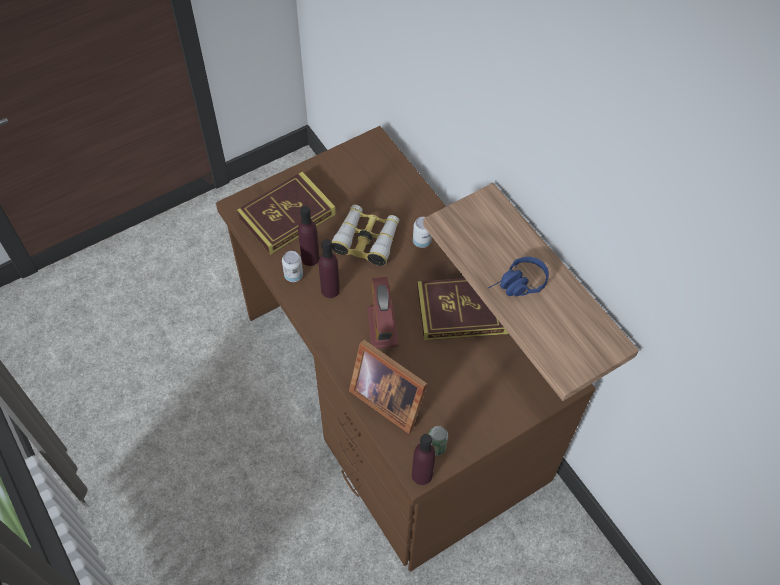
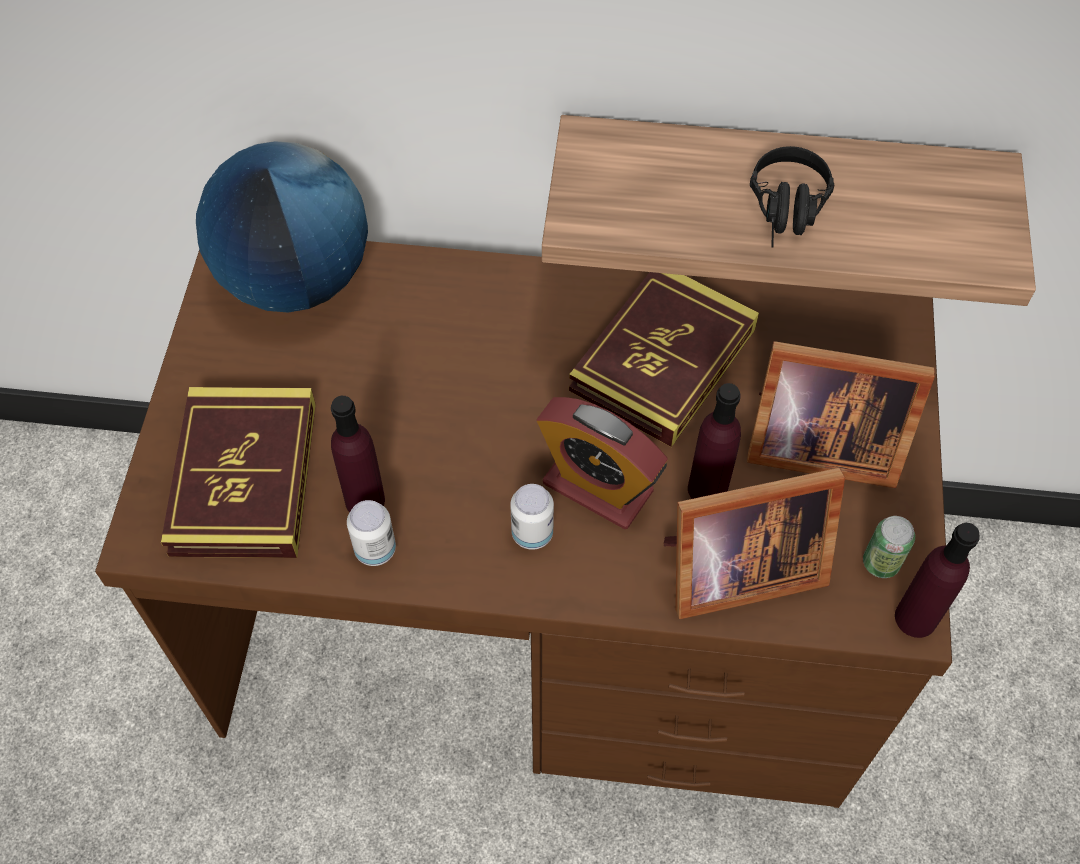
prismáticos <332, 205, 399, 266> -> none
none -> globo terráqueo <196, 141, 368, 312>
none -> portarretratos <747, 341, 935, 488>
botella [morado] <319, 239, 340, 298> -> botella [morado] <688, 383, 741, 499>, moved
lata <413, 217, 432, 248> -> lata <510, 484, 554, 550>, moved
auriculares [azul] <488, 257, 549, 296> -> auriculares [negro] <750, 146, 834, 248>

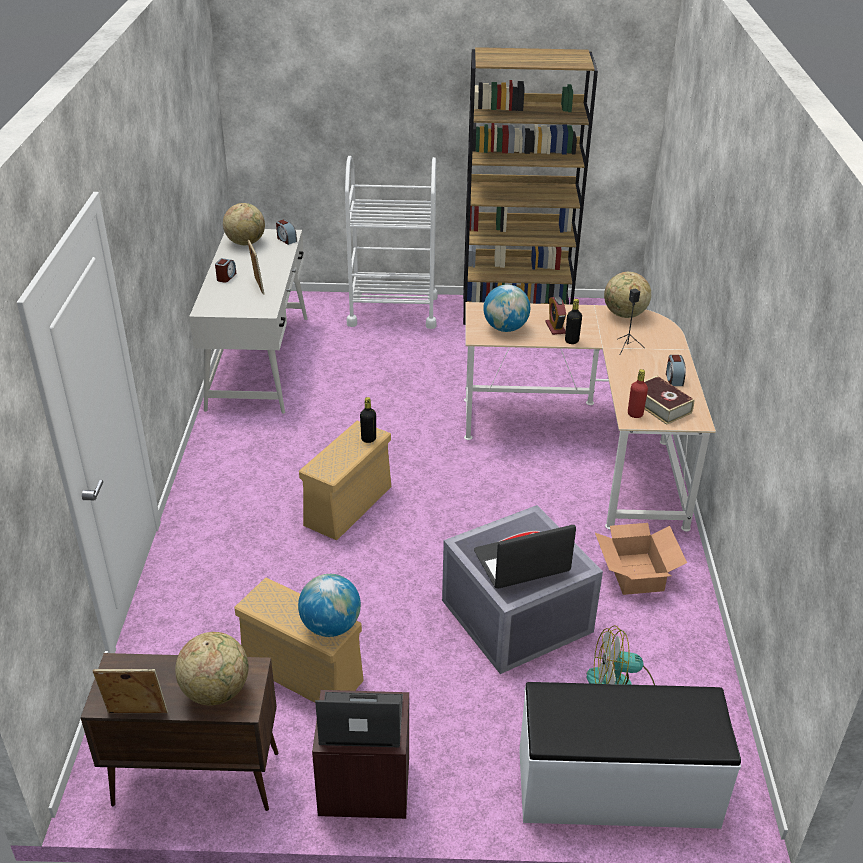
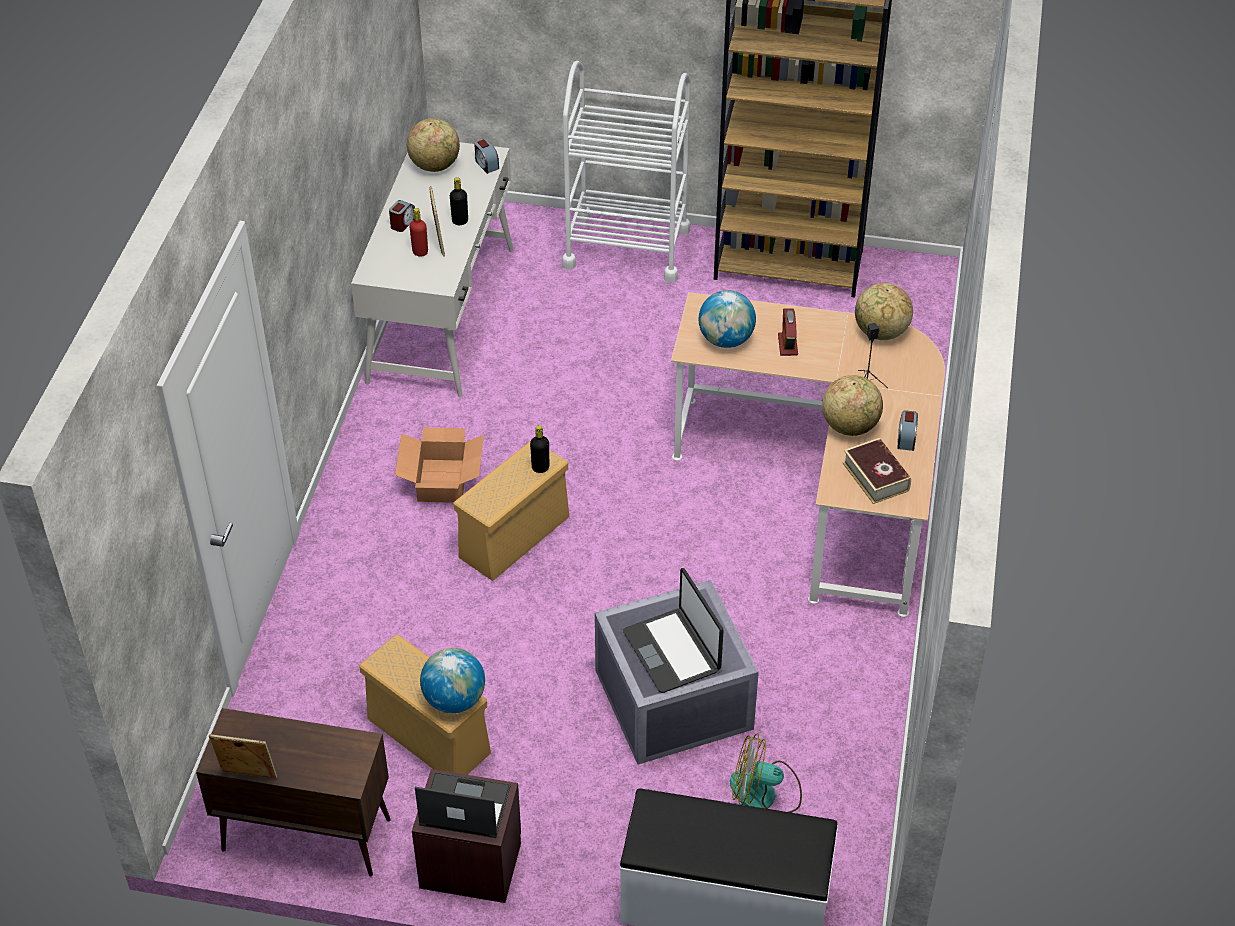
globo terráqueo <175, 632, 249, 705> -> globo terráqueo <822, 375, 883, 436>, moved
botella [negro] <565, 299, 582, 344> -> botella [negro] <450, 177, 468, 225>, moved
caja de cartón <595, 523, 687, 595> -> caja de cartón <395, 427, 484, 503>, moved
botella [rojo] <628, 369, 648, 418> -> botella [rojo] <409, 208, 428, 257>, moved
portátil <474, 525, 576, 589> -> portátil <623, 568, 723, 693>, 105 degrees counterclockwise

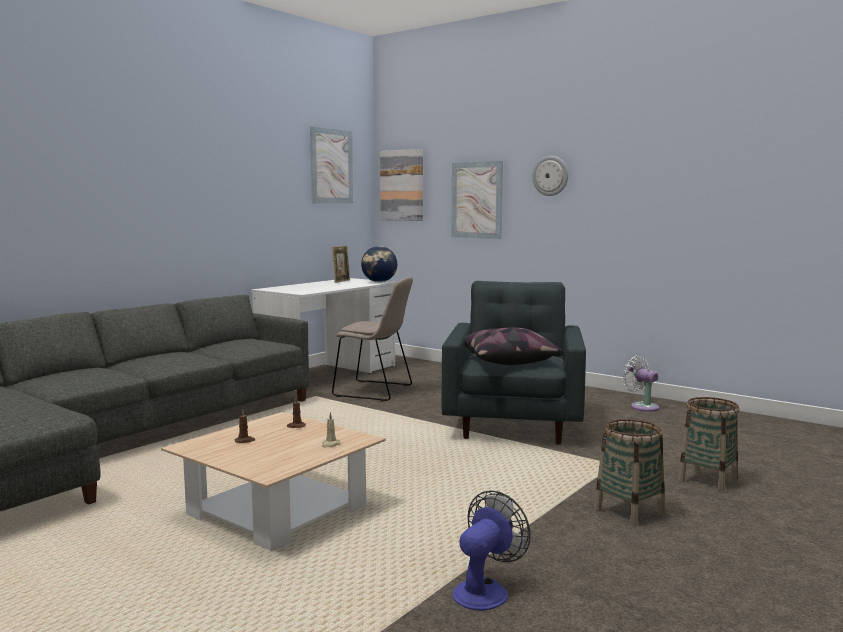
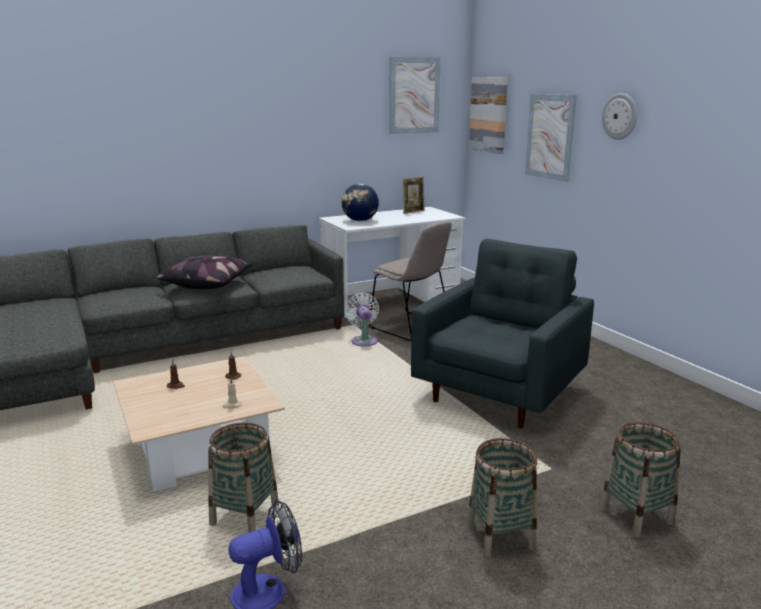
none -> cesta <209, 423, 279, 533>
globo terráqueo <361, 246, 397, 282> -> globo terráqueo <342, 184, 379, 221>, moved
cojín <465, 328, 563, 365> -> cojín <156, 255, 253, 289>, moved
ventilador [blanco] <623, 356, 660, 412> -> ventilador [blanco] <345, 293, 379, 346>, moved

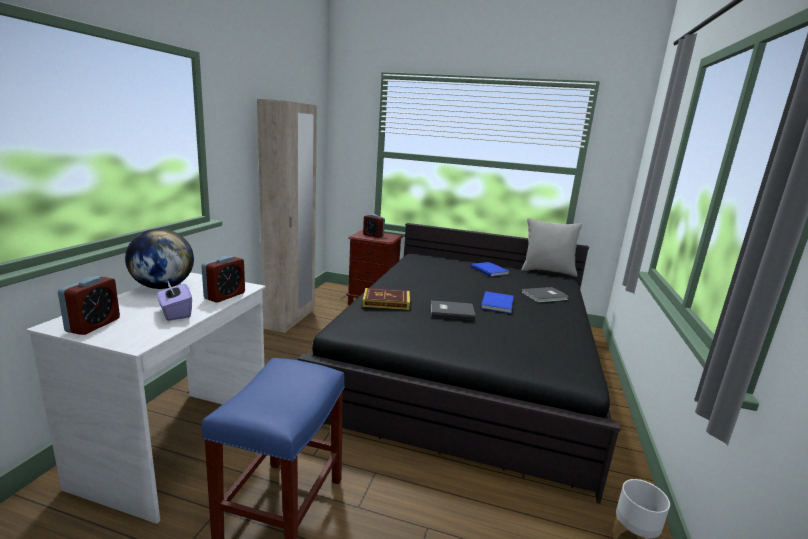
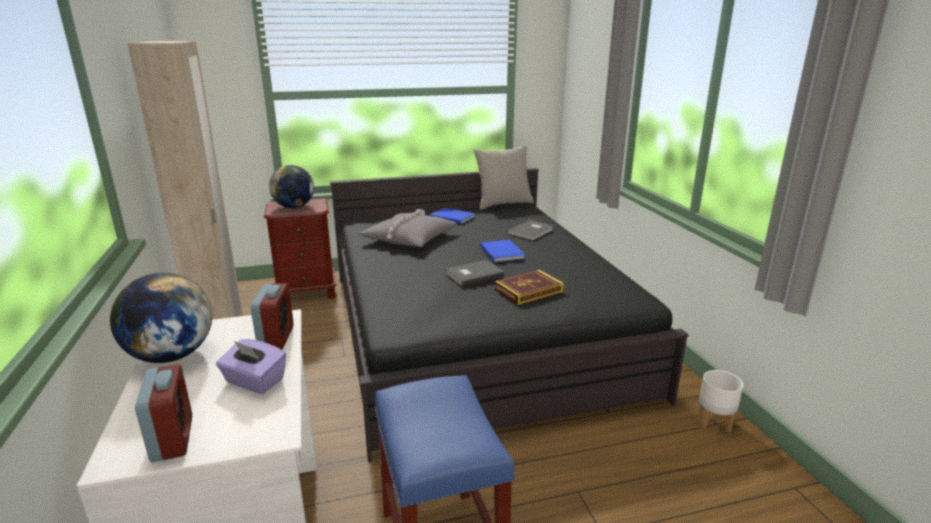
none -> cojín [gris] <359, 209, 457, 247>
libro <362, 288, 410, 310> -> libro <494, 270, 564, 305>, moved
despertador <363, 214, 385, 238> -> globo terráqueo <269, 165, 314, 208>

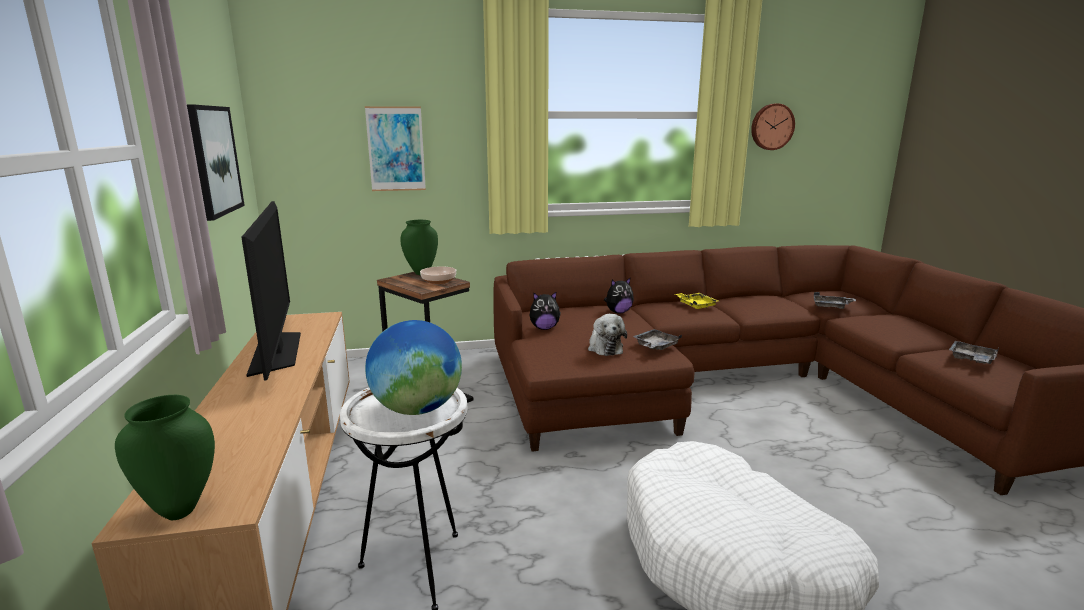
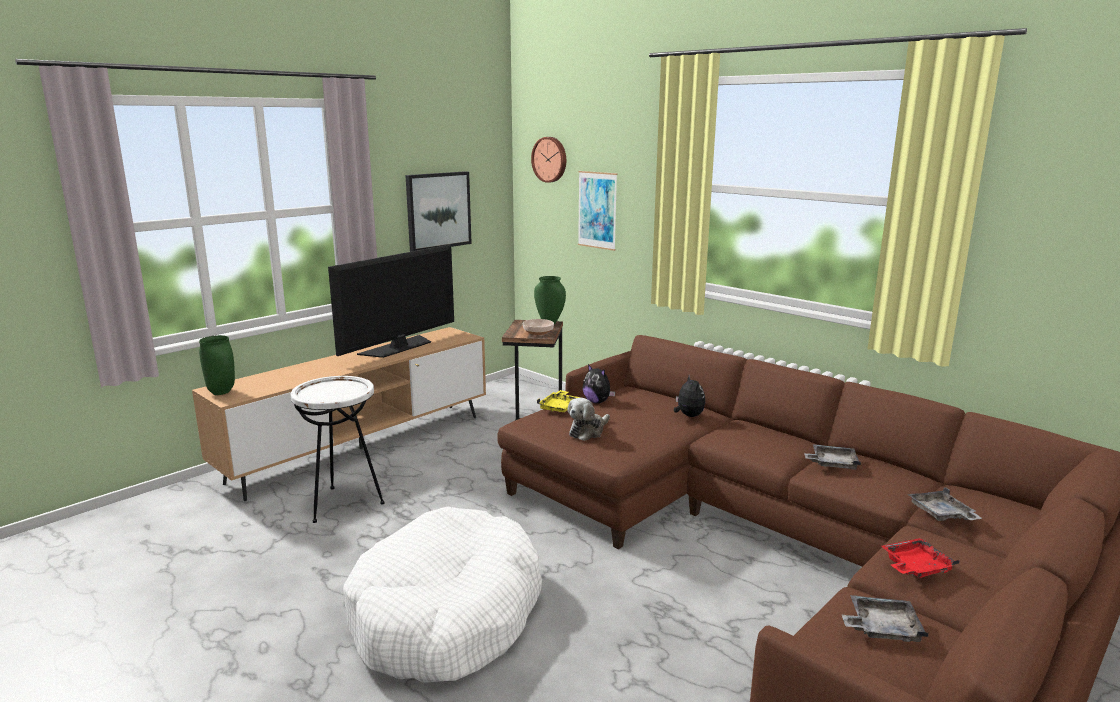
globo terráqueo <365, 320, 462, 415> -> none
none -> bandeja [rojo] <881, 538, 960, 578>
bandeja [gris] <633, 329, 682, 350> -> bandeja [gris] <804, 444, 861, 470>, moved
bandeja [amarillo] <675, 293, 718, 309> -> bandeja [amarillo] <537, 390, 581, 412>, moved
reloj de pared <751, 103, 795, 150> -> reloj de pared <531, 137, 566, 183>, moved
peluche <604, 277, 634, 314> -> peluche <674, 375, 705, 417>, 135 degrees counterclockwise

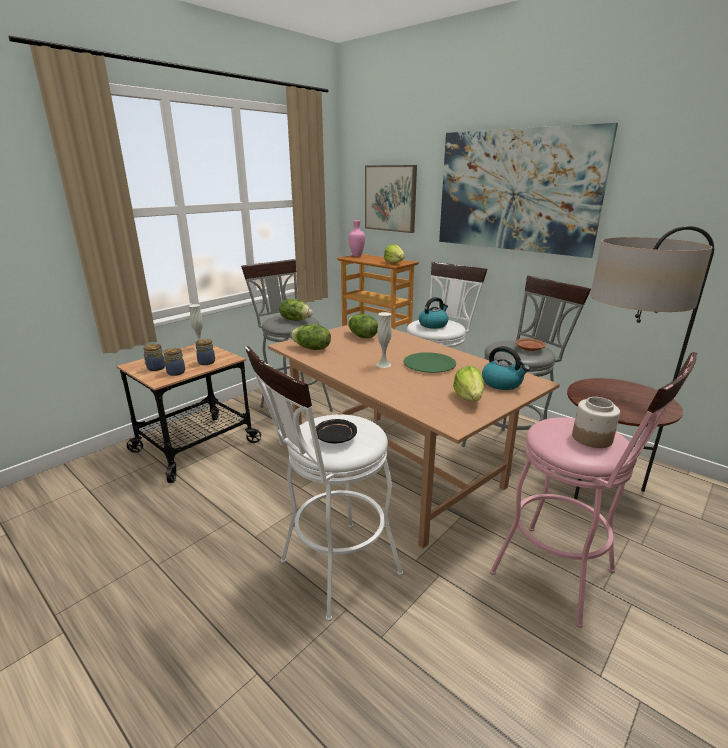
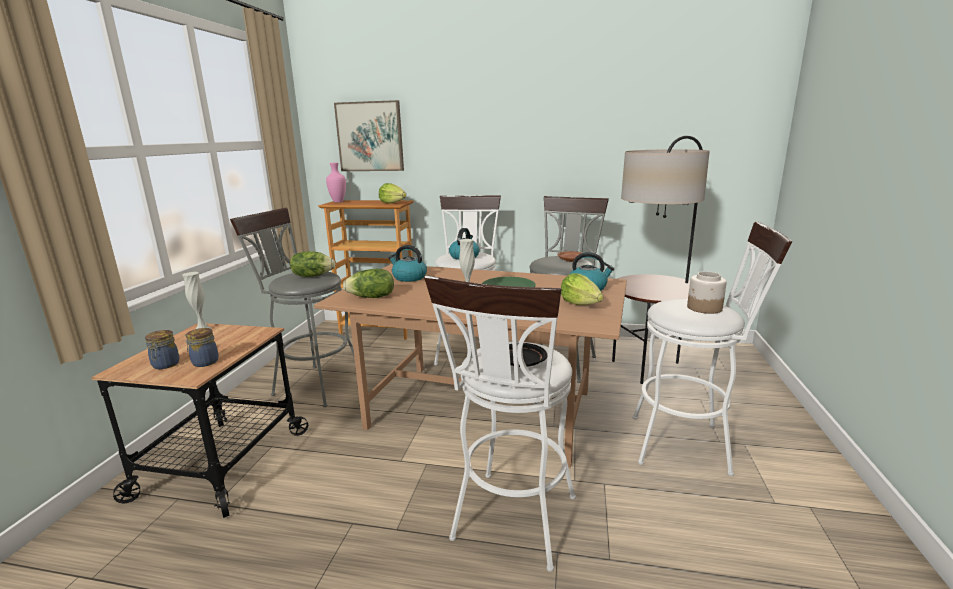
tarro <195, 339, 215, 365> -> none
cuadro <439, 123, 618, 258> -> none
lechuga <348, 314, 378, 338> -> hervidor <388, 245, 427, 282>
taburete [rosa] <490, 352, 697, 628> -> taburete [blanco] <633, 221, 792, 476>

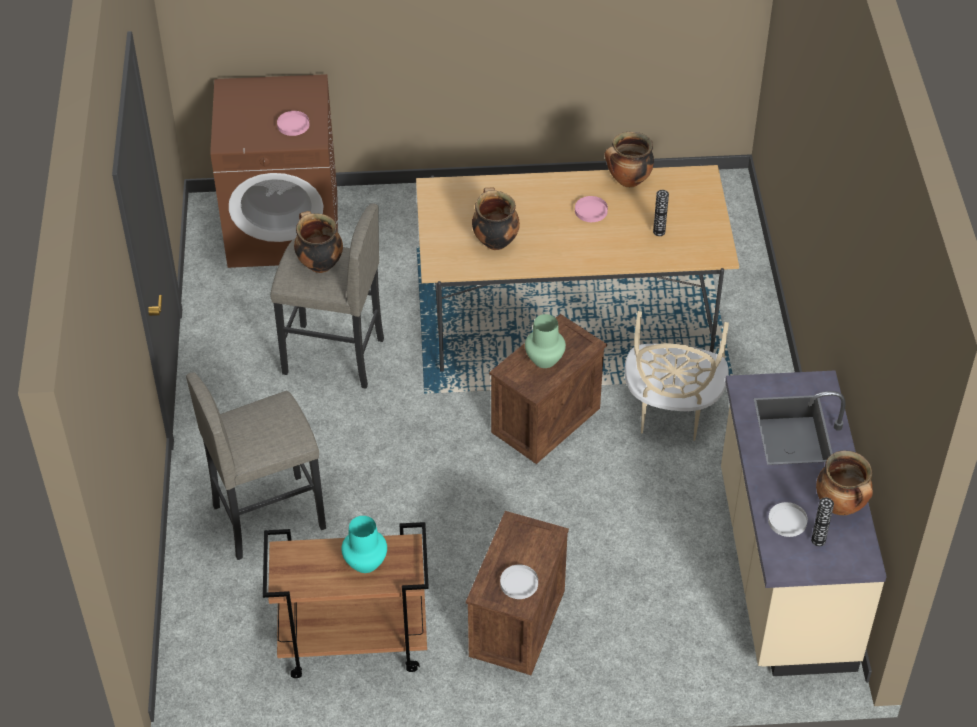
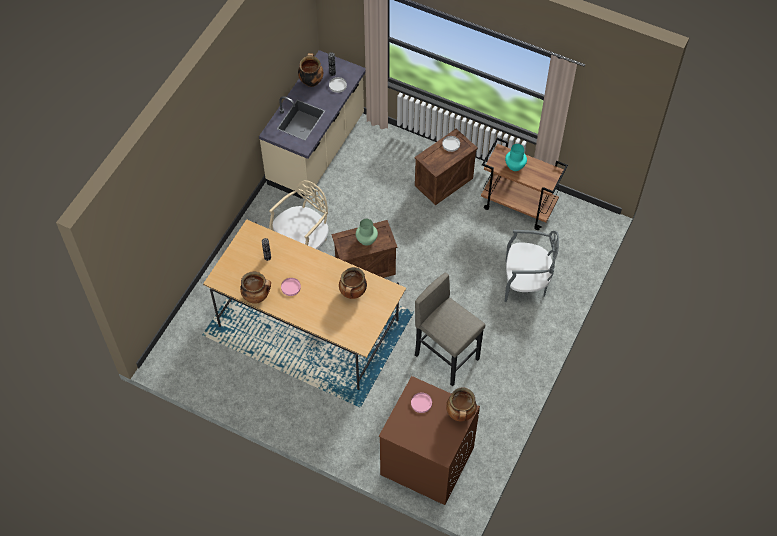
olla <294, 211, 343, 273> -> olla <446, 388, 477, 421>, moved
taburete [gris] <186, 372, 326, 560> -> silla [gris] <505, 230, 559, 302>

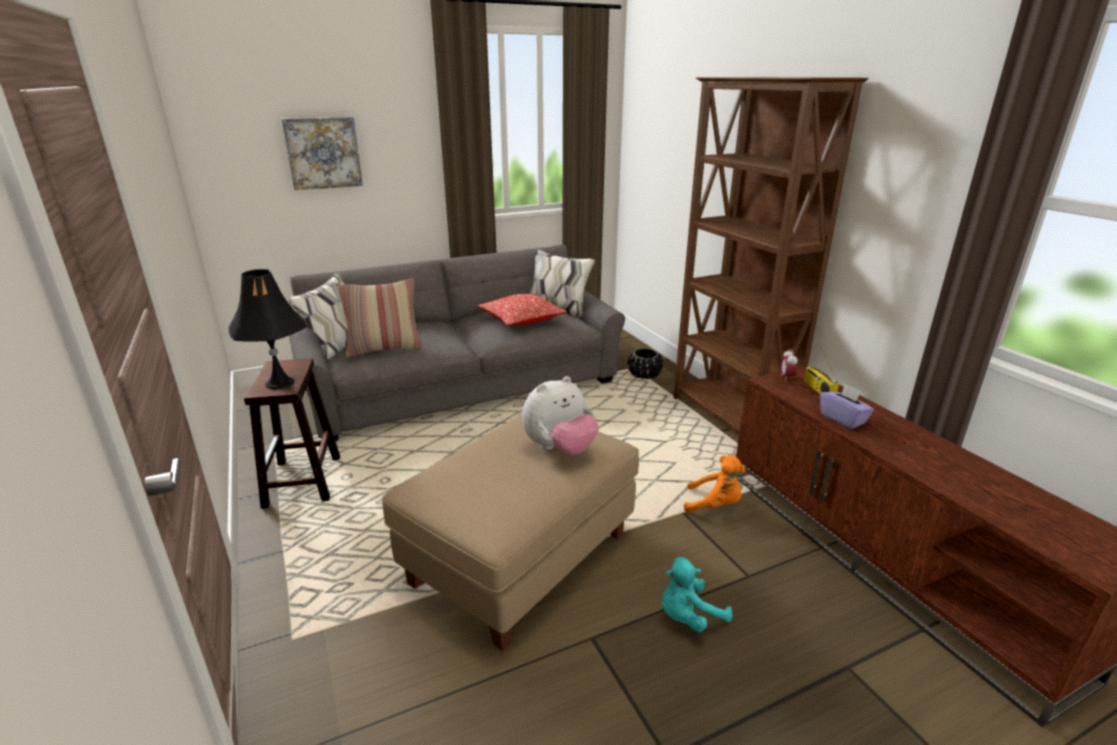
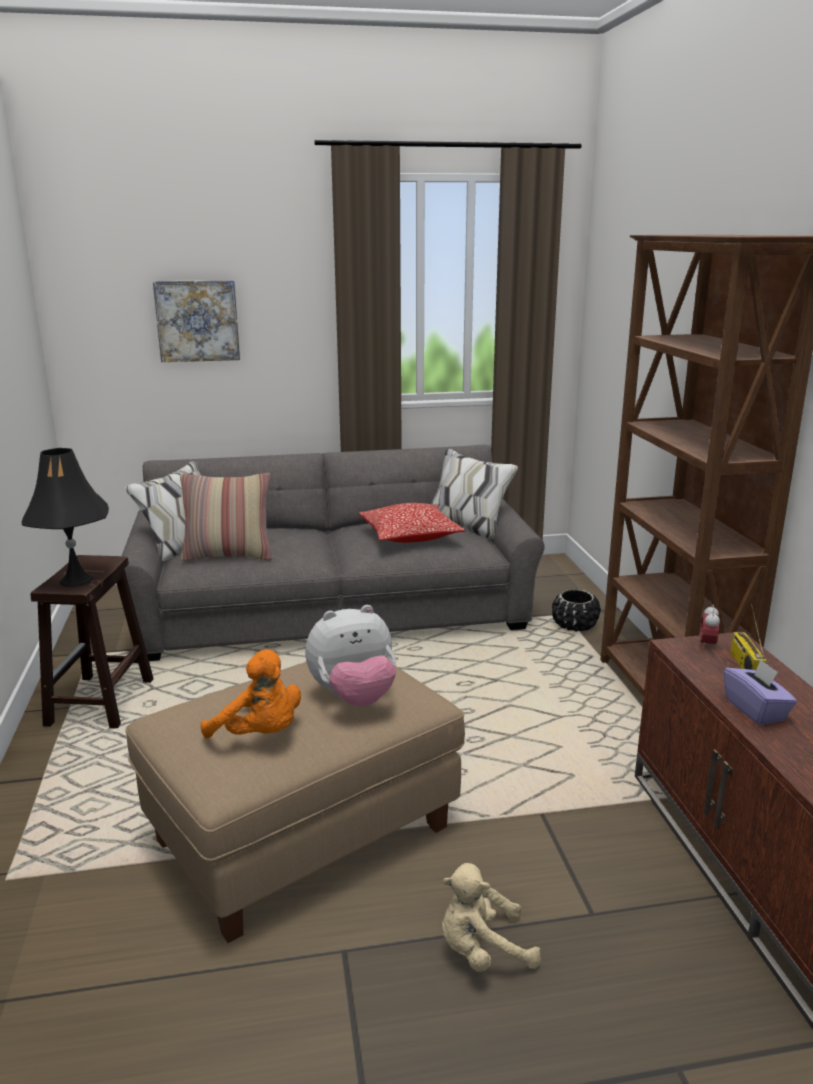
peluche [naranja] <684, 455, 745, 513> -> peluche [naranja] <201, 649, 301, 738>, moved
peluche [turquesa] <662, 557, 733, 632> -> peluche [beis] <442, 863, 541, 972>

